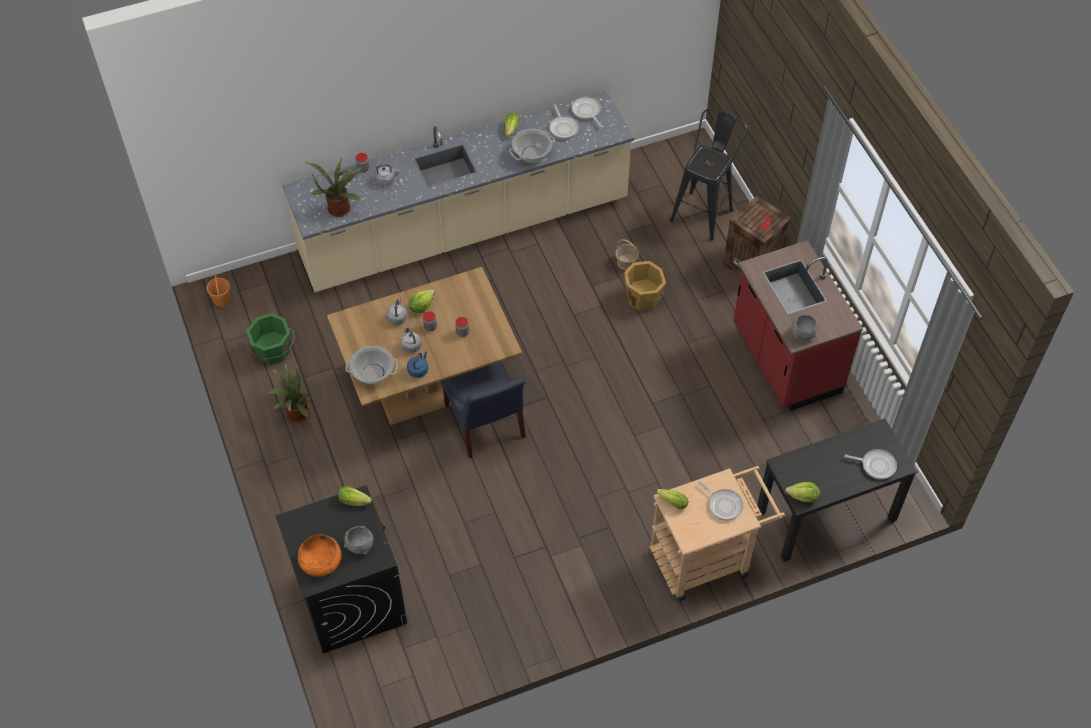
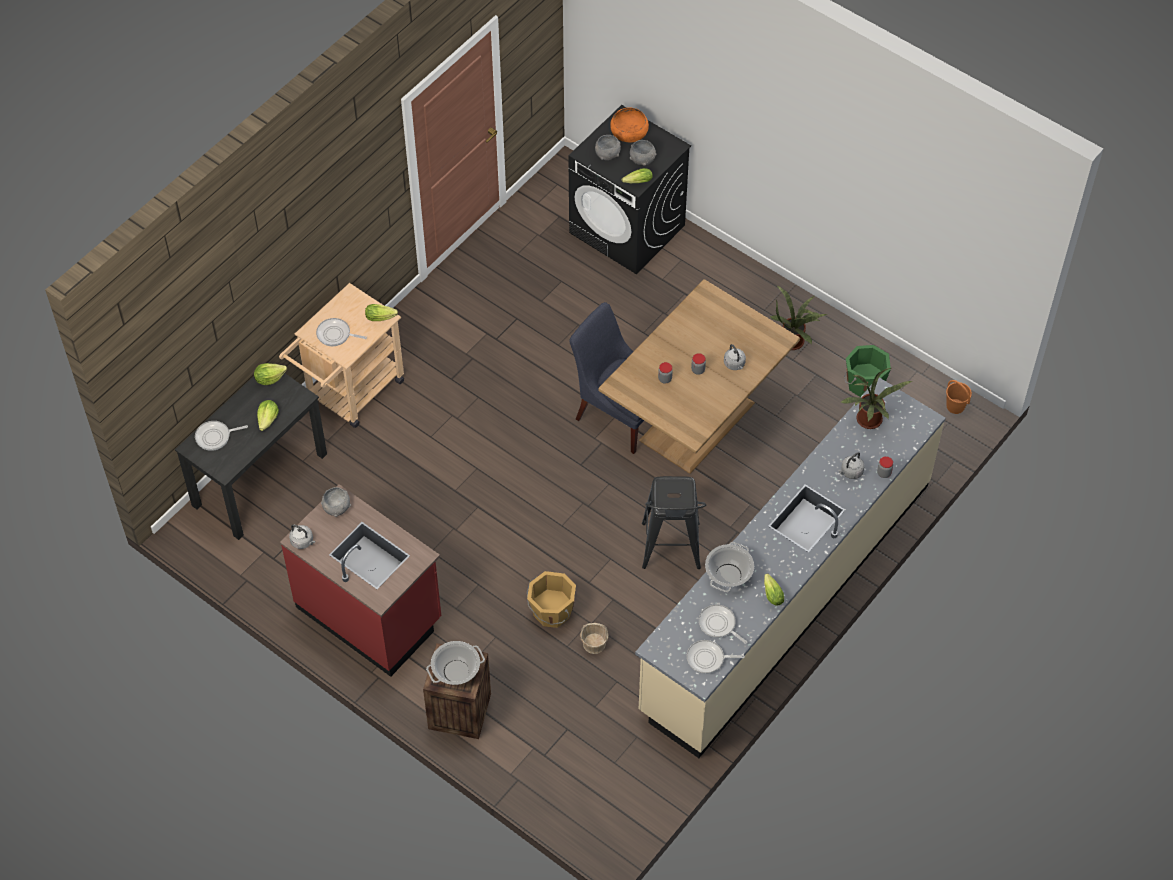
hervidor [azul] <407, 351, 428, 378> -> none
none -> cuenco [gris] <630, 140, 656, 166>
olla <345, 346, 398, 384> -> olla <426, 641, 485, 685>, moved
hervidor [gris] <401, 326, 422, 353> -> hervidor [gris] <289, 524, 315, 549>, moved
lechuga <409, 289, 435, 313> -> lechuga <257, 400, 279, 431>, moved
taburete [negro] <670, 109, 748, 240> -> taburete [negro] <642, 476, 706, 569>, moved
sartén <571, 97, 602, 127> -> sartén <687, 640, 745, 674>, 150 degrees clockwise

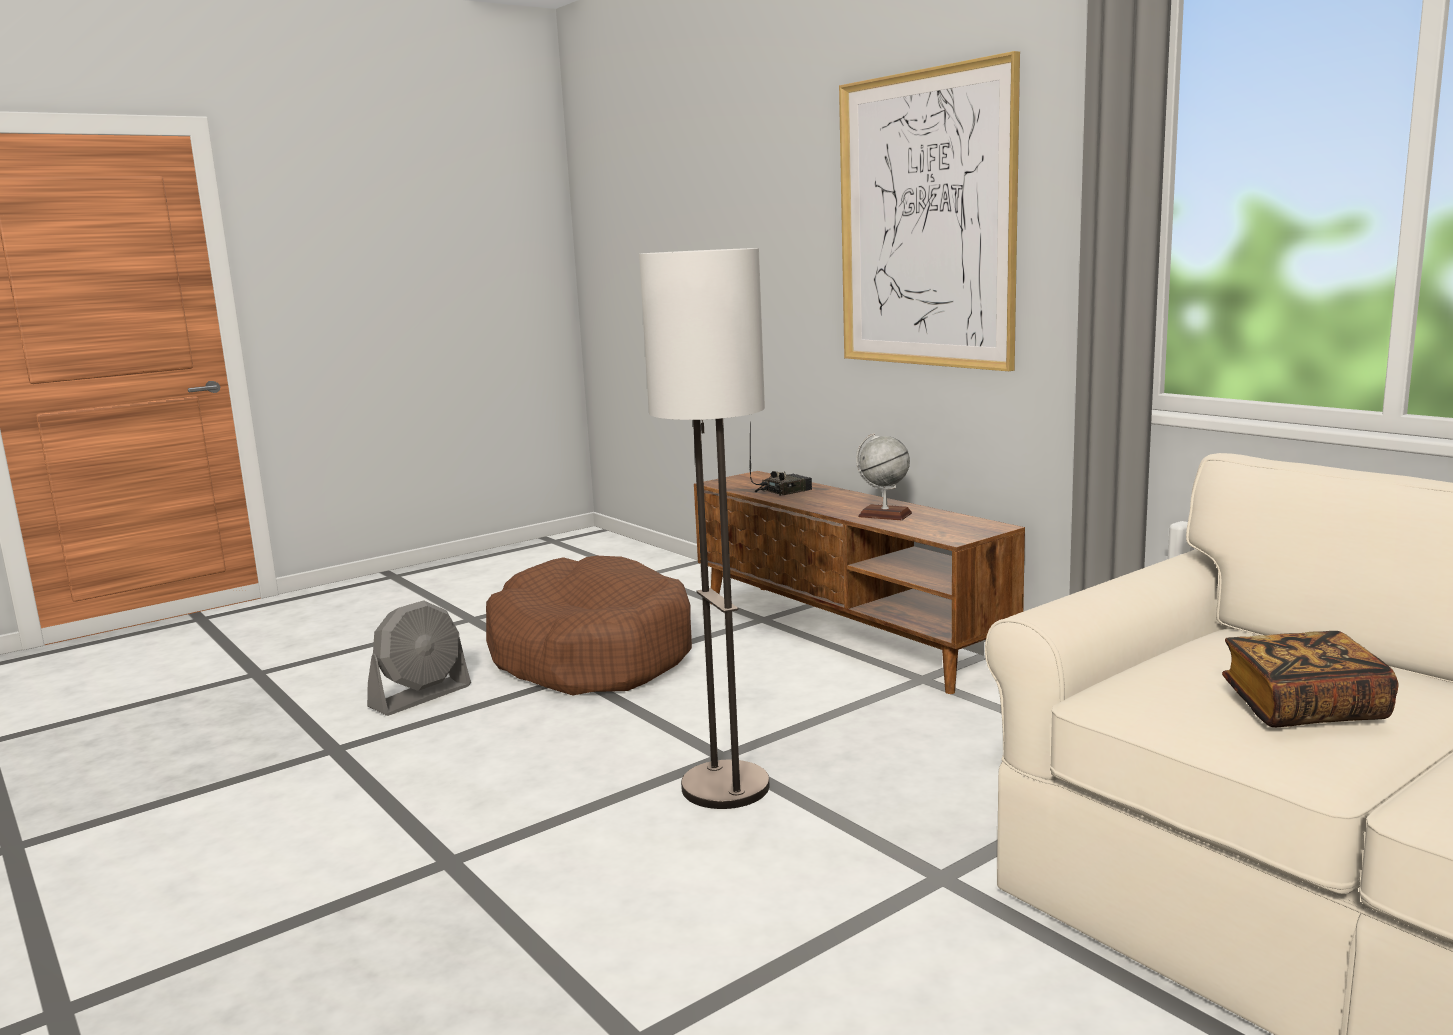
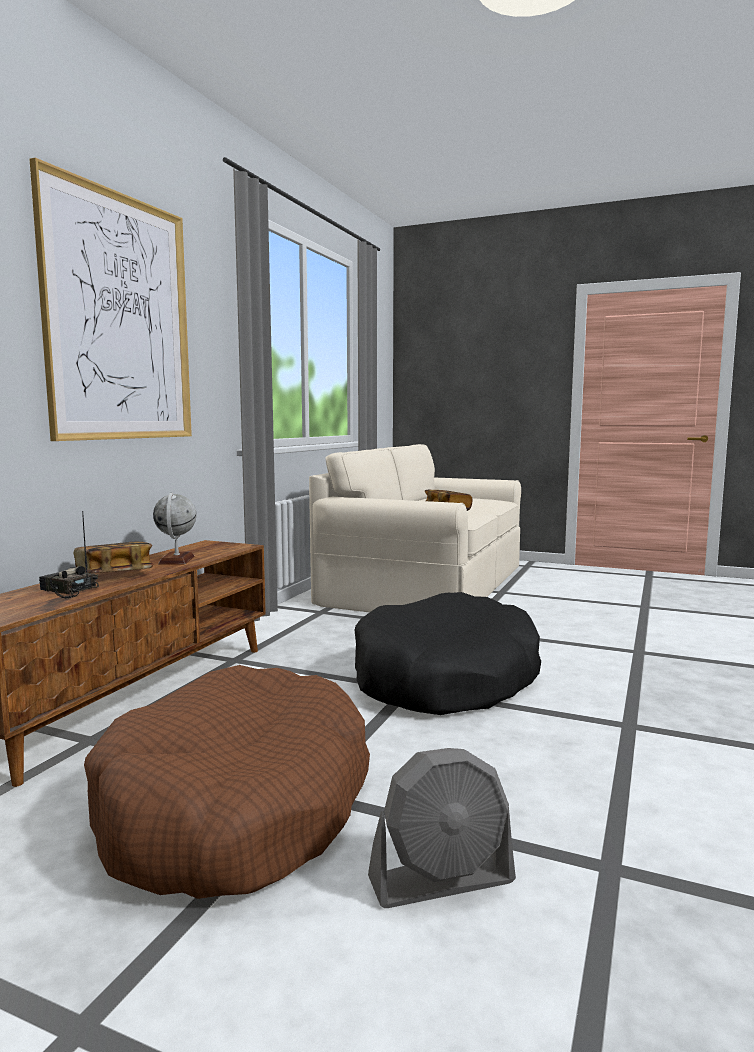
none -> libro <74, 541, 153, 573>
lámpara de pie <639, 248, 769, 809> -> cama para perro [negro] <354, 592, 541, 715>
ventilador [gris] <367, 600, 471, 716> -> ventilador [gris] <368, 748, 516, 908>, 150 degrees clockwise

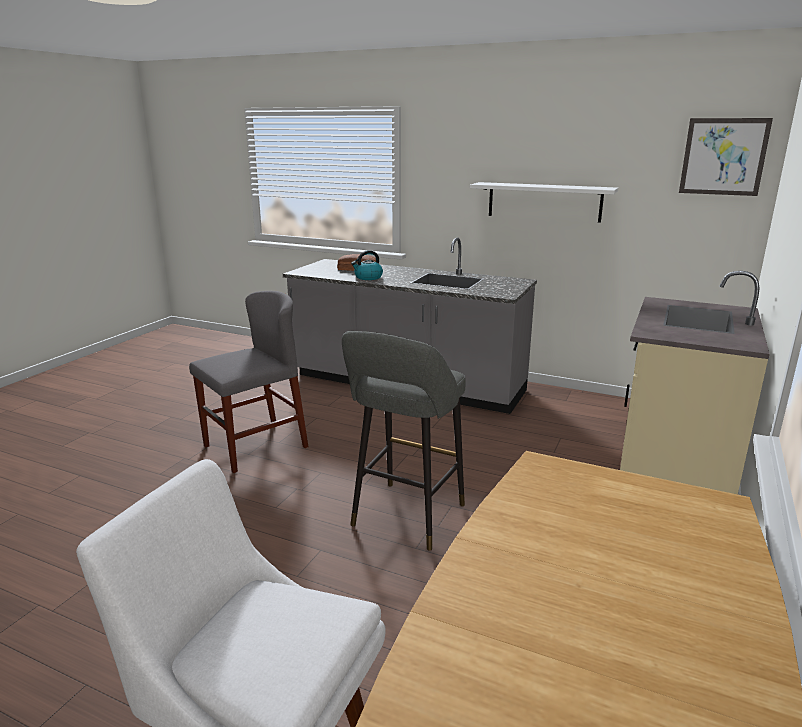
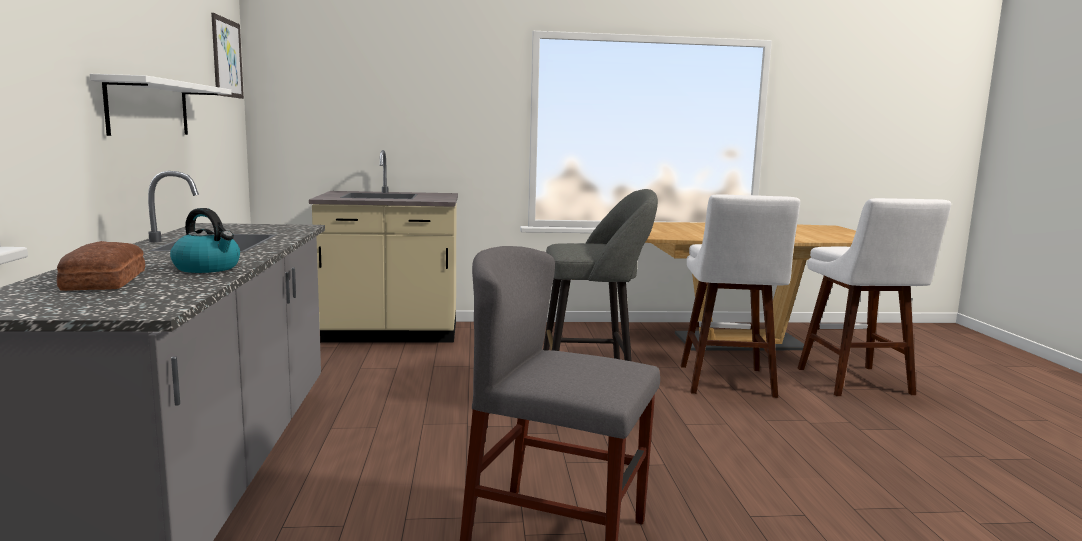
none -> taburete [blanco] <681, 194, 800, 398>

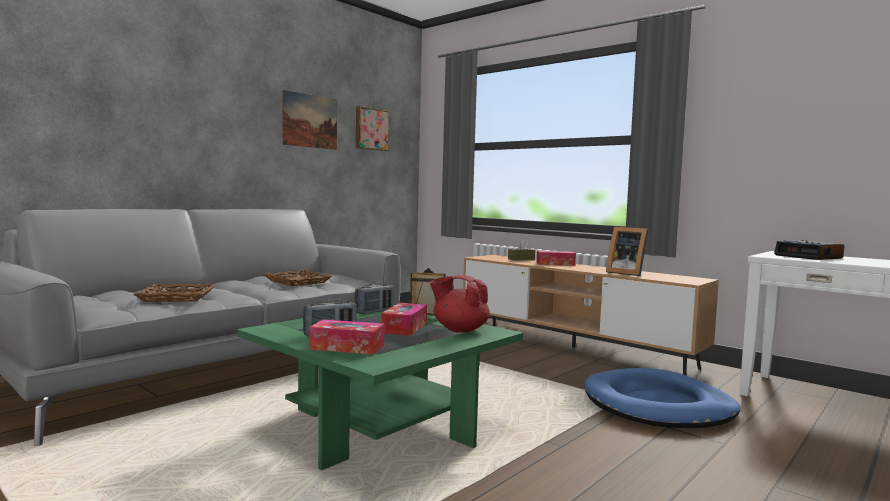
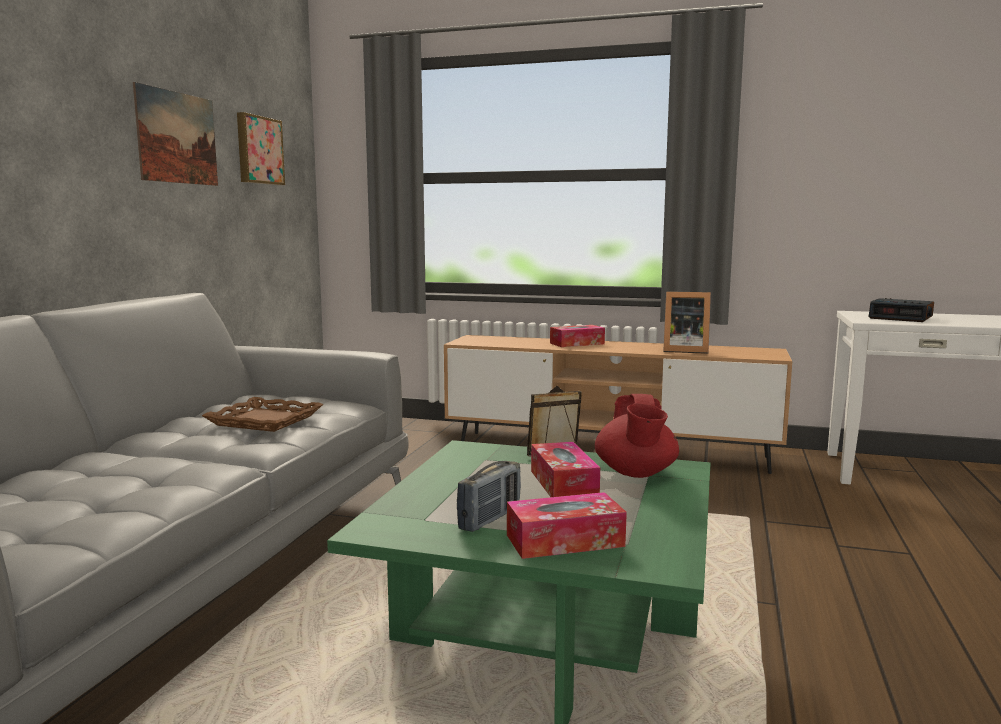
bandeja [marrón] <133, 284, 216, 302> -> none
radio <354, 283, 394, 314> -> none
caja de pañuelos [marrón] <508, 239, 535, 261> -> none
cama para perro [azul] <585, 368, 740, 428> -> none
tetera [rojo] <430, 275, 490, 333> -> tetera [rojo] <595, 394, 679, 478>, 90 degrees counterclockwise

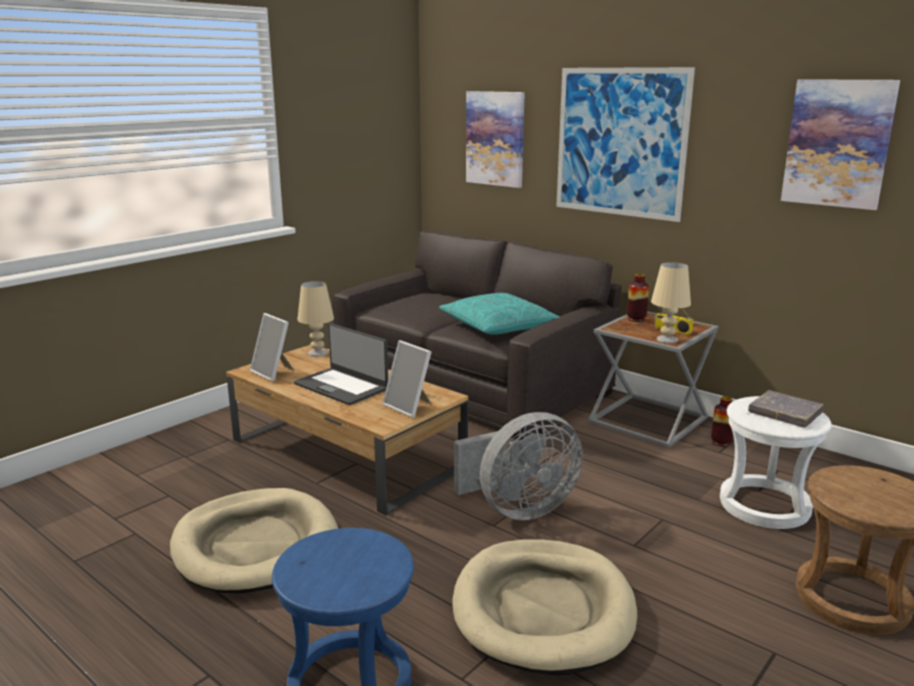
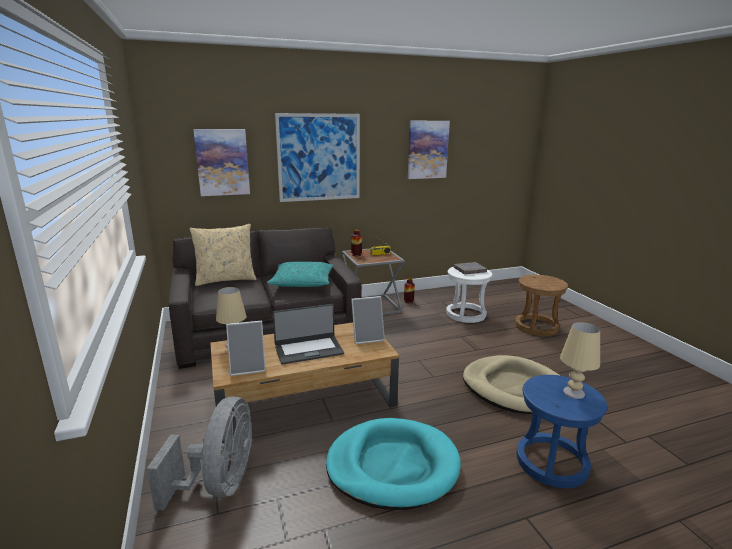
none -> cojín [beis] <190, 224, 257, 286>
ventilador [gris] <454, 412, 583, 520> -> ventilador [gris] <147, 396, 253, 511>, moved
lámpara de mesa [beis] <651, 262, 691, 343> -> lámpara de mesa [beis] <560, 322, 600, 399>, moved
cama para perro [beis] <170, 488, 338, 594> -> cama para perro [turquesa] <326, 418, 461, 510>

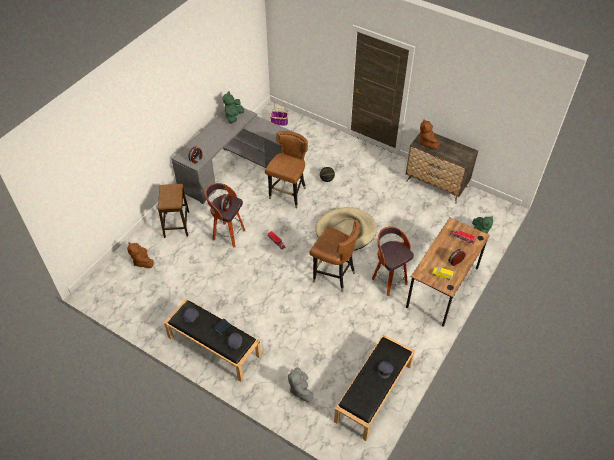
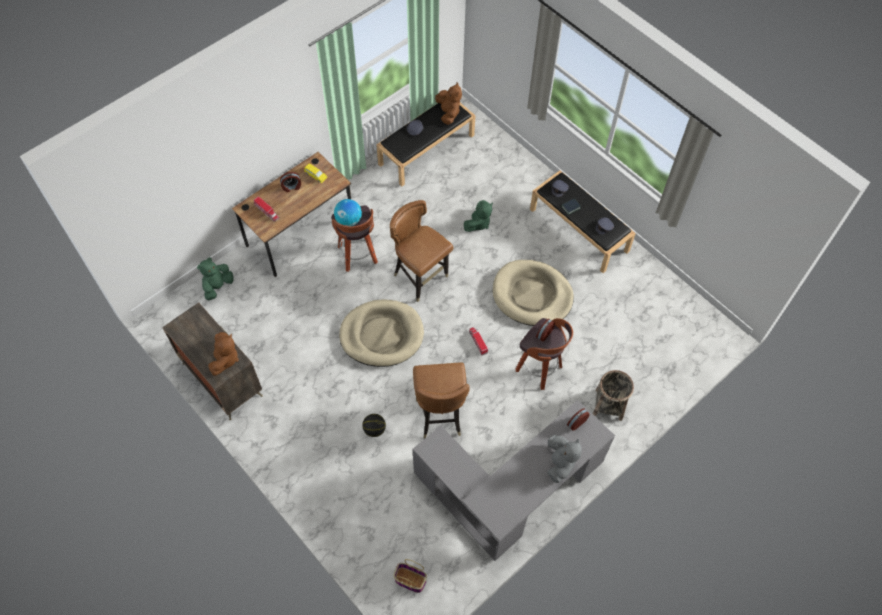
none -> globo terráqueo <334, 199, 362, 226>
none -> cama para perro [beis] <493, 260, 574, 326>
peluche [marrón] <127, 242, 154, 268> -> peluche [marrón] <435, 83, 462, 125>, moved
peluche [verde] <223, 91, 244, 123> -> peluche [verde] <464, 200, 493, 232>, moved
peluche [gris] <288, 367, 313, 402> -> peluche [gris] <548, 435, 582, 483>, moved
taburete <158, 184, 189, 238> -> cesta <593, 370, 634, 421>
silla [marrón] <265, 131, 308, 208> -> silla [marrón] <413, 363, 469, 438>, 45 degrees counterclockwise

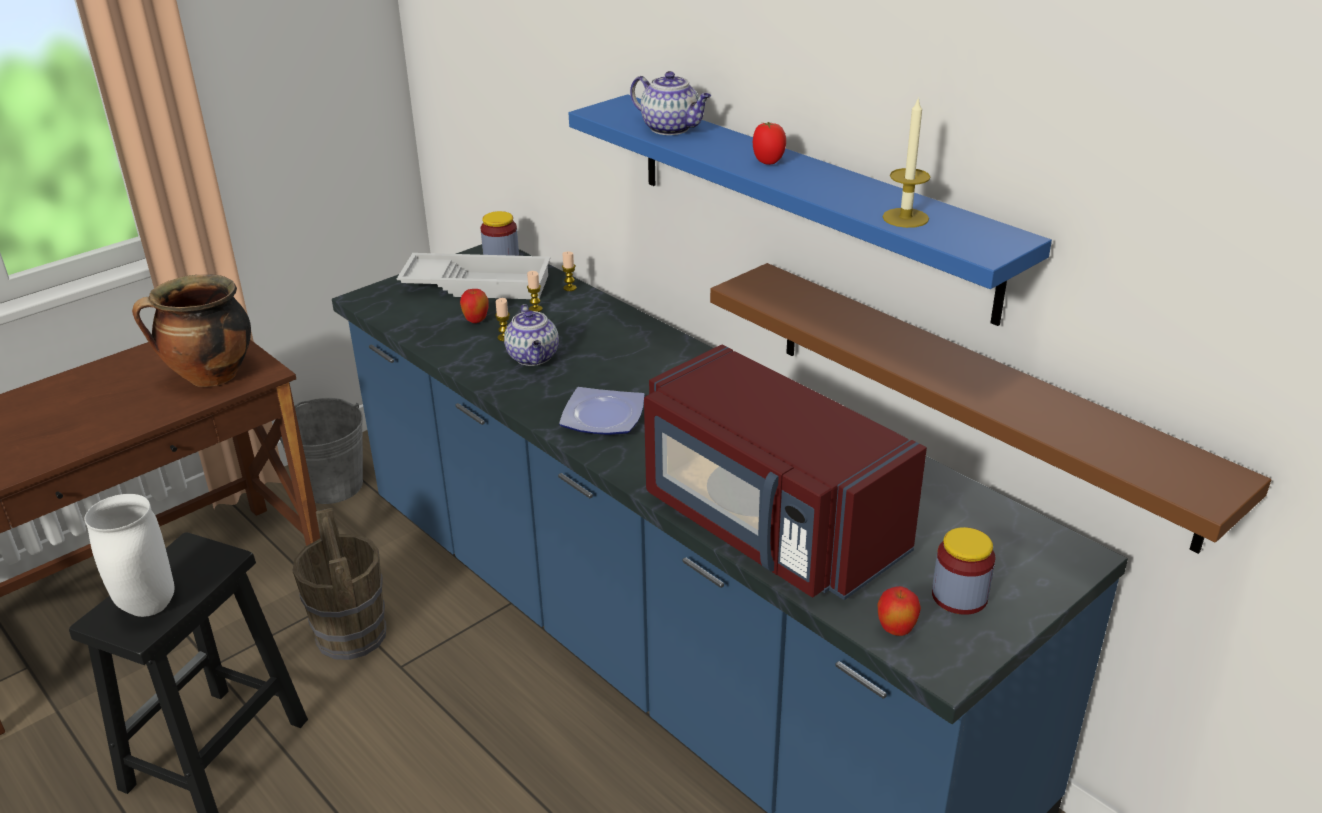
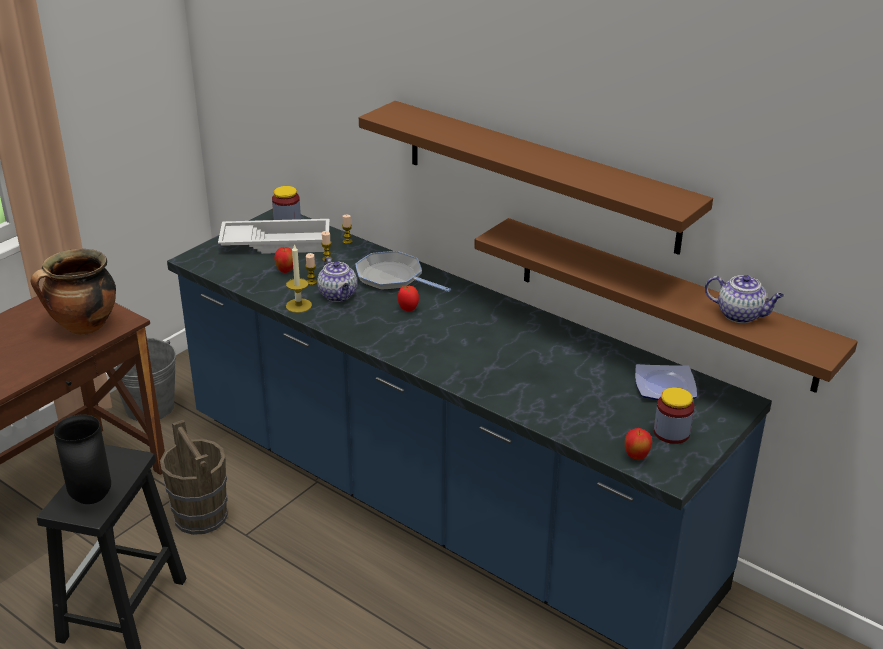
microondas [rojo] <644, 345, 927, 600> -> none
none -> sartén <355, 251, 451, 292>
plato <559, 387, 645, 435> -> plato <635, 364, 697, 400>, moved
tetera <630, 71, 711, 135> -> tetera <705, 275, 784, 323>, moved
tomate <753, 122, 786, 165> -> tomate <398, 286, 419, 311>, moved
vela <882, 97, 930, 228> -> vela <286, 244, 312, 313>, moved
florero [blanco] <84, 494, 175, 617> -> florero [negro] <54, 414, 111, 504>
estante [azul] <569, 94, 1052, 326> -> estante [marrón] <359, 101, 713, 255>

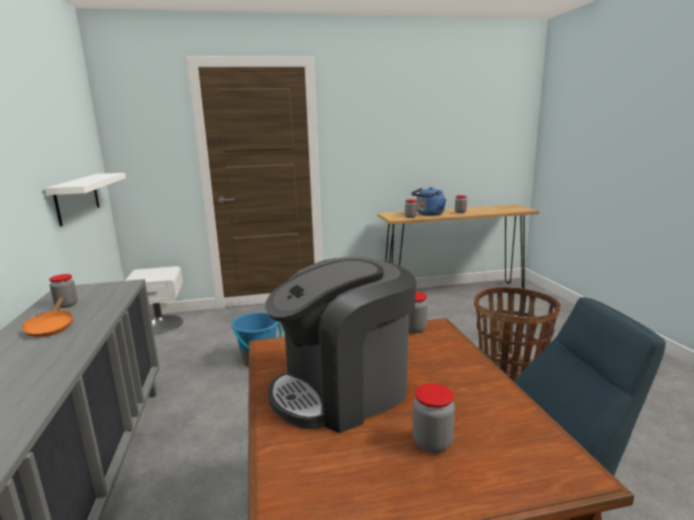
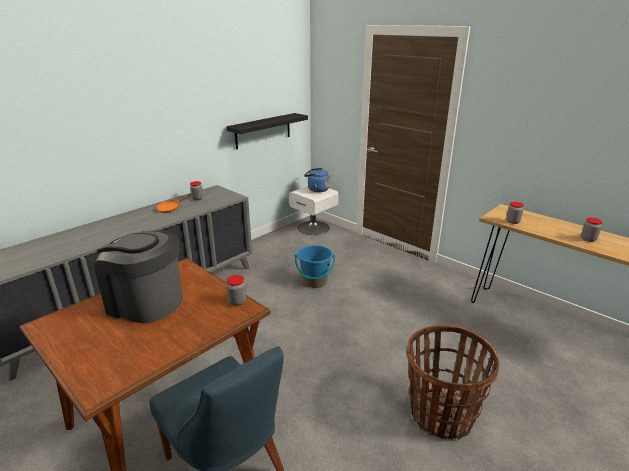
tarro <413, 383, 455, 453> -> none
hervidor [azul] <411, 187, 446, 216> -> hervidor [azul] <304, 168, 330, 192>, moved
estante [blanco] <45, 173, 126, 226> -> estante [negro] <226, 113, 308, 150>

